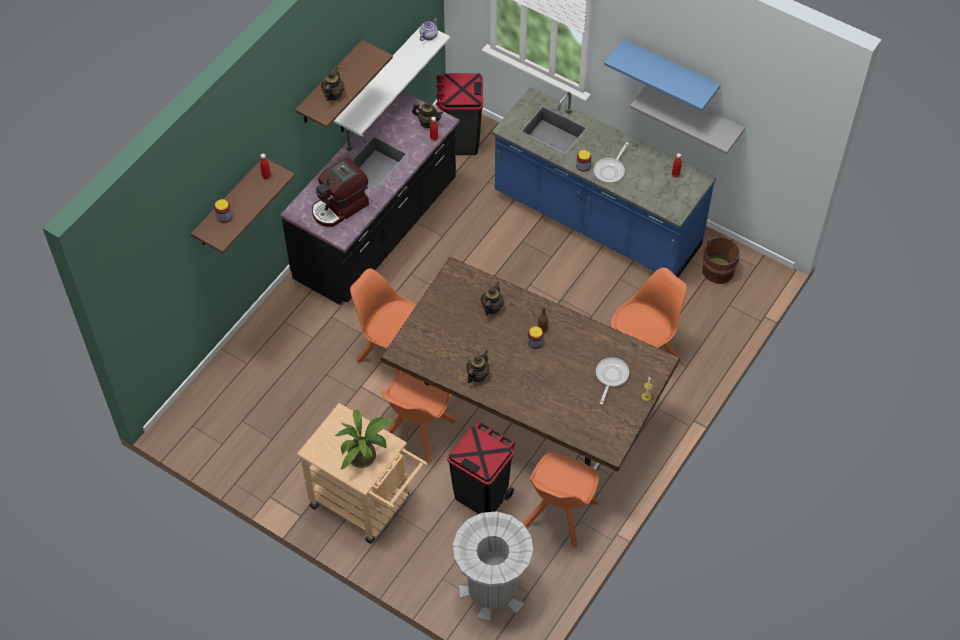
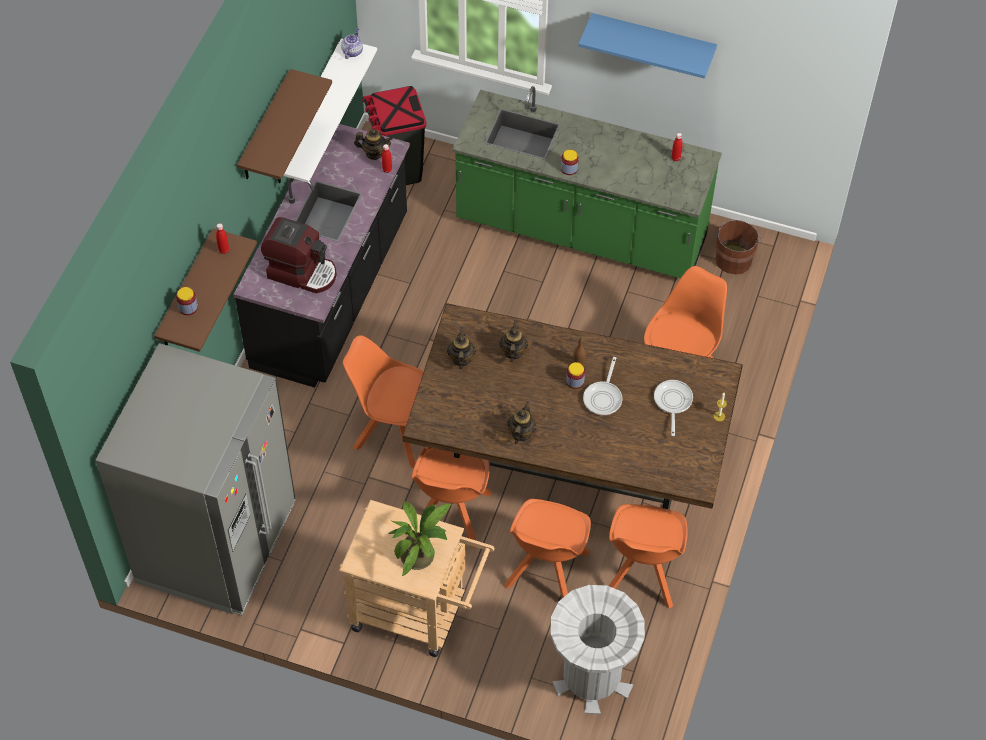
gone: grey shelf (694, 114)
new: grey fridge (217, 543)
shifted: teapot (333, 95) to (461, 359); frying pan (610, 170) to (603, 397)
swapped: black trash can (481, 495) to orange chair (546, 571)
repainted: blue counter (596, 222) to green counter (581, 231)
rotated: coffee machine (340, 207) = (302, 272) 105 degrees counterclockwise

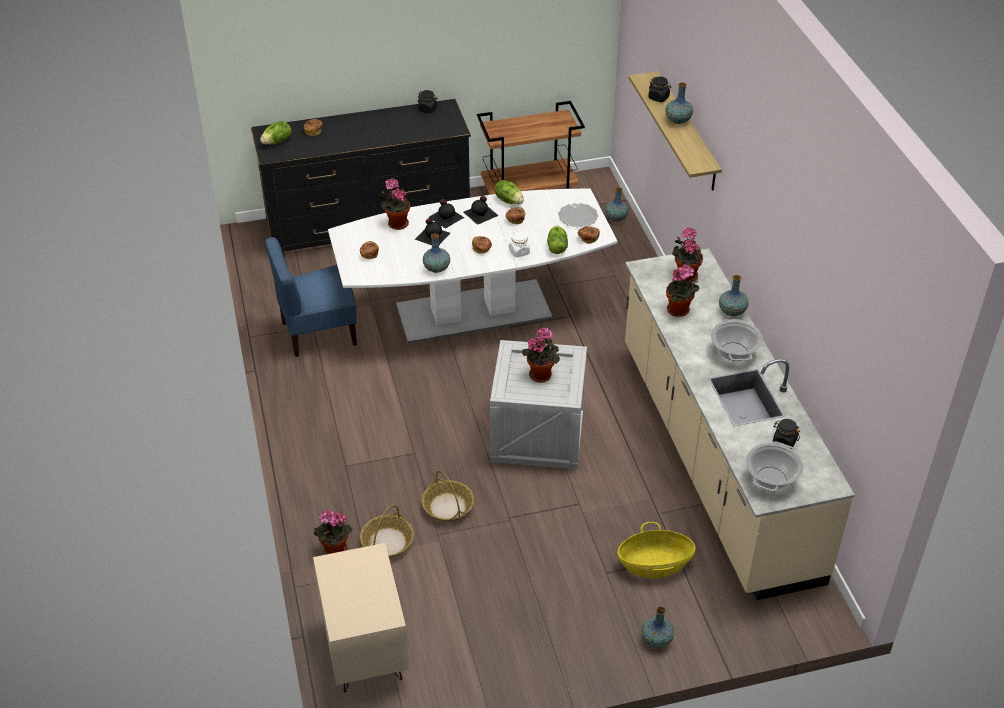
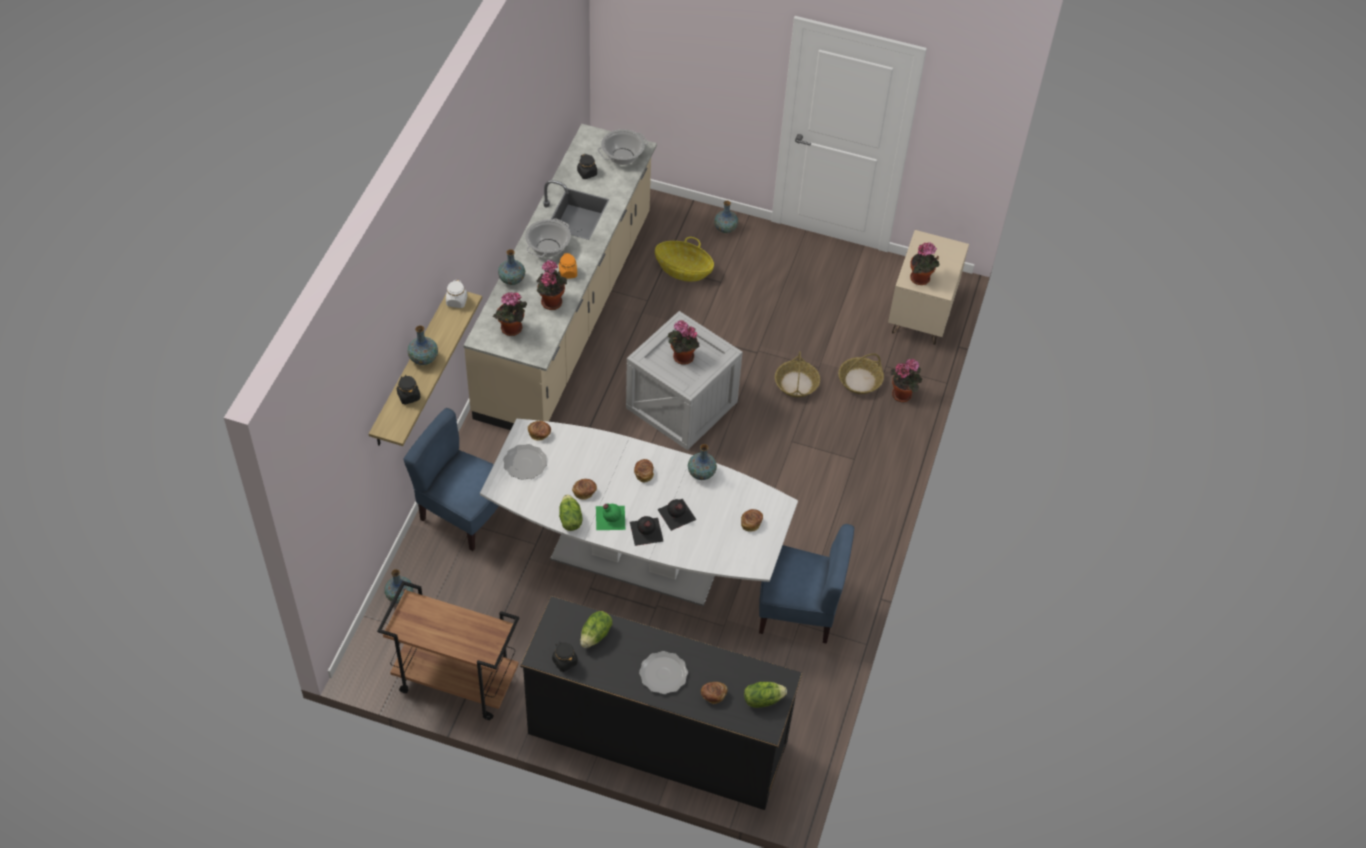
new: orange jar (568, 273); blue chair (463, 513); plate (663, 674)
shifted: potted plant (396, 223) to (921, 279); lettuce (556, 247) to (596, 635); white jar (519, 252) to (456, 301)
repainted: black bottle (481, 213) to green bottle (610, 517)

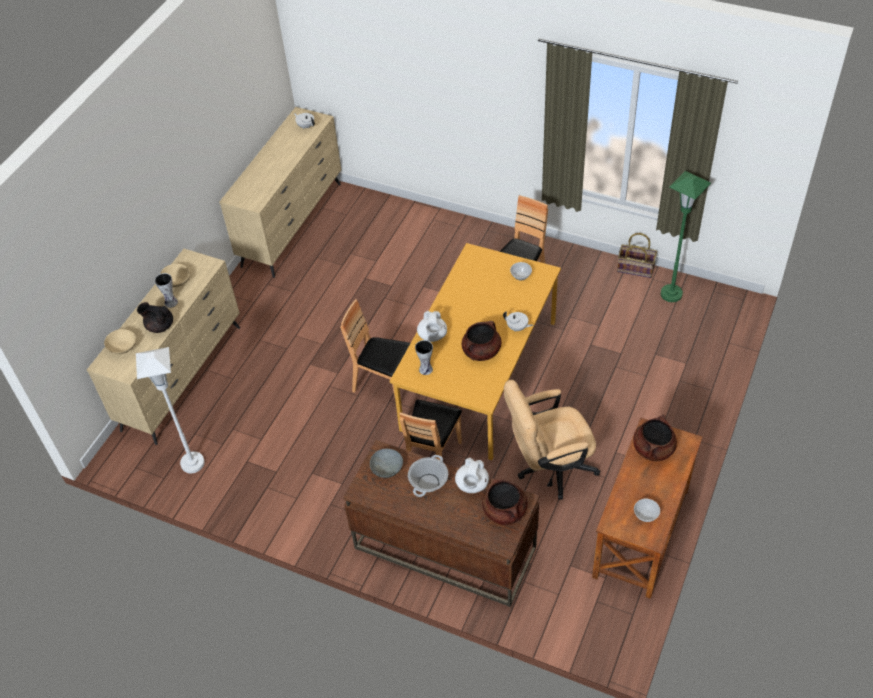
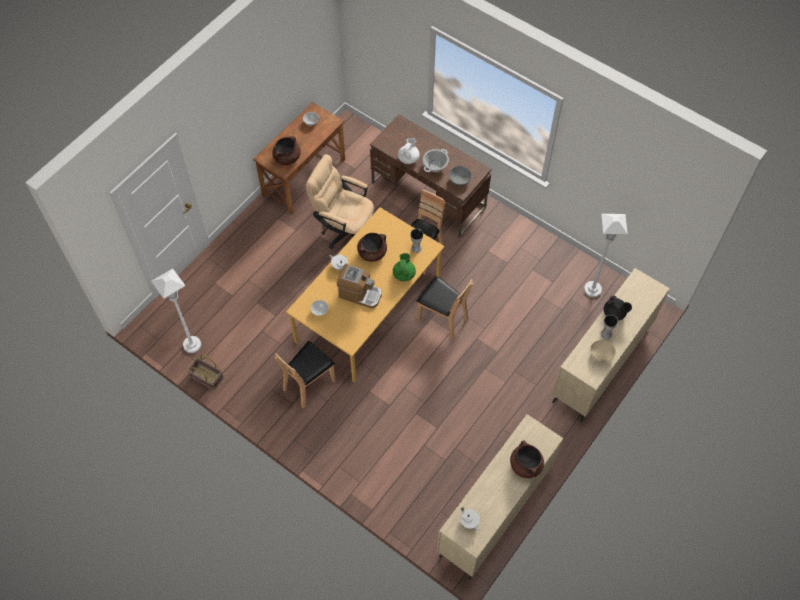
gone: beige bowl (122, 348)
new: coffee machine (360, 294)
shifted: brown cooking pot (505, 511) to (525, 465)
repainted: green floor lamp (671, 294) to white floor lamp (192, 345); white teapot (432, 336) to green teapot (404, 274)
rotated: beige office chair (549, 468) = (344, 229) 150 degrees counterclockwise

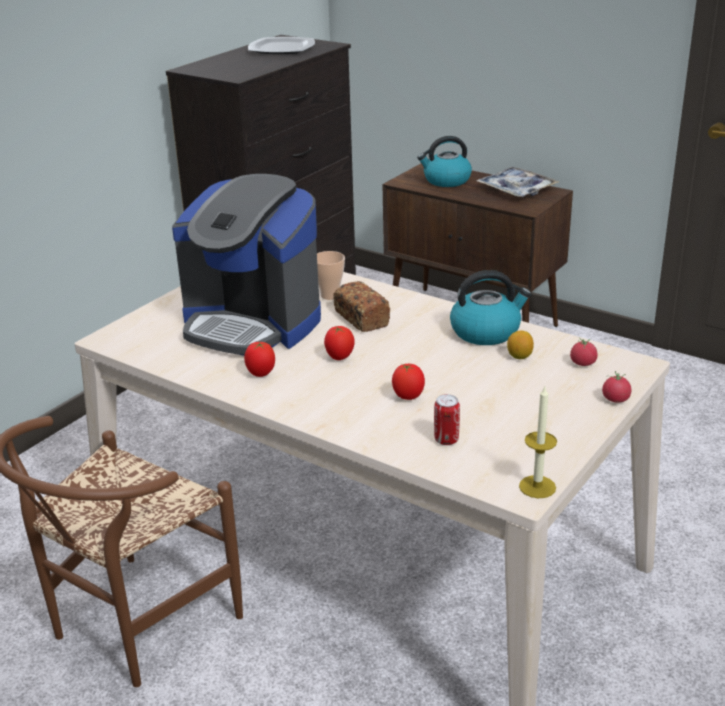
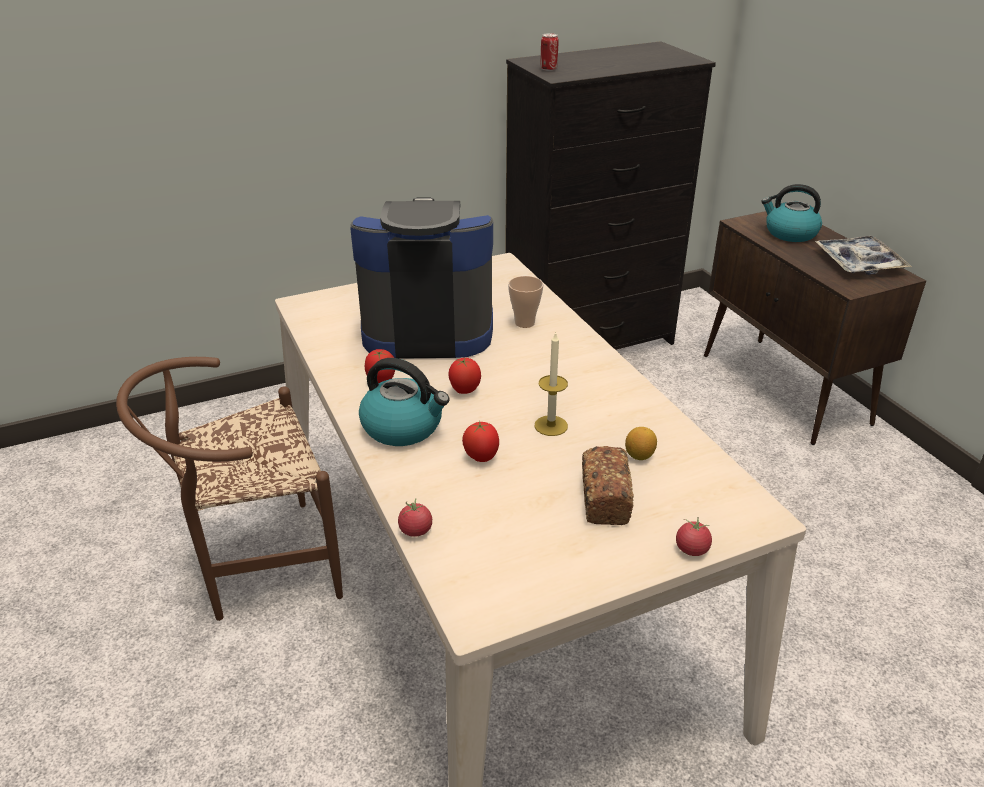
gone: plate (282, 49)
shifted: kettle (486, 332) to (403, 427); bread (361, 318) to (604, 498); tomato (583, 363) to (415, 530); candle (537, 487) to (551, 425); can (446, 440) to (548, 69)
rotated: coffee machine (252, 324) = (427, 329) 120 degrees clockwise

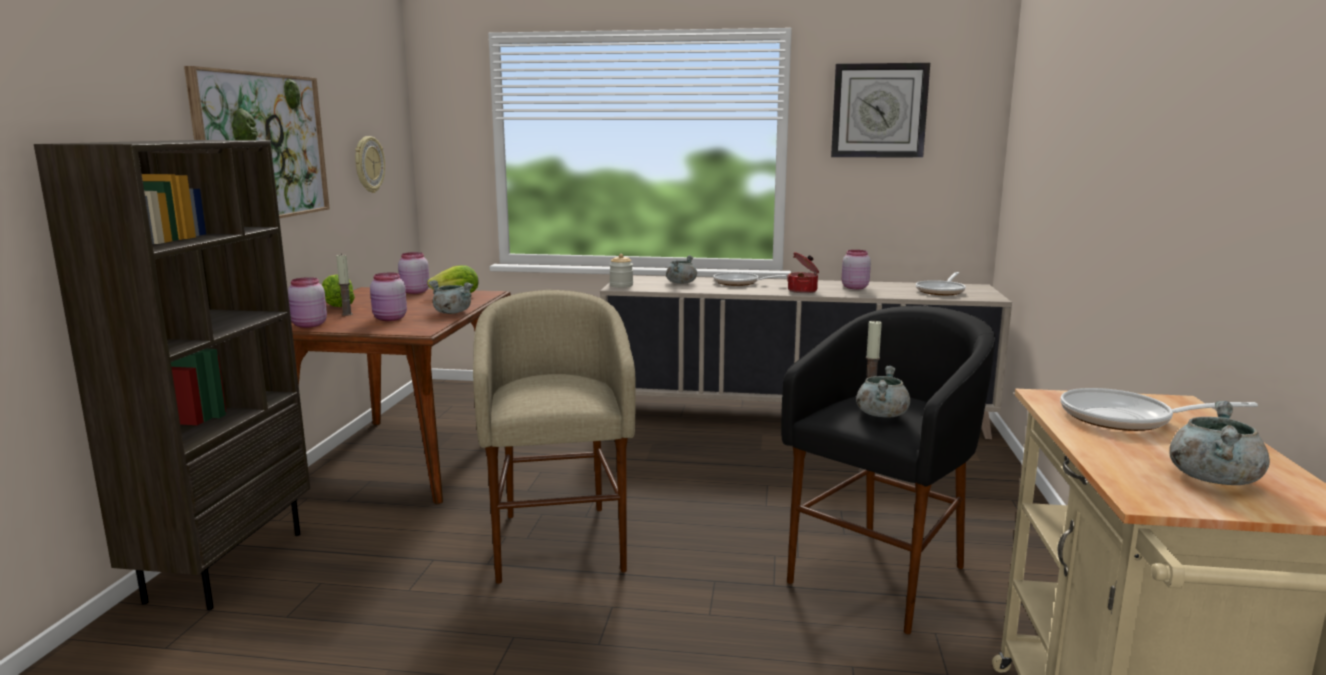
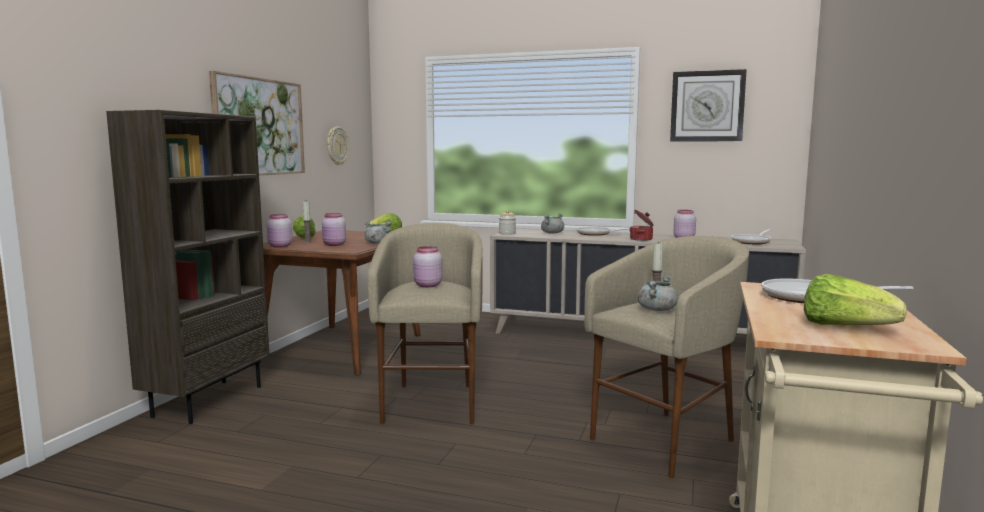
shifted: pink jar (414, 292) to (427, 285)
swapped: grey cooking pot (1212, 478) to lettuce (845, 327)
repainted: black stool (882, 576) to beige stool (665, 441)

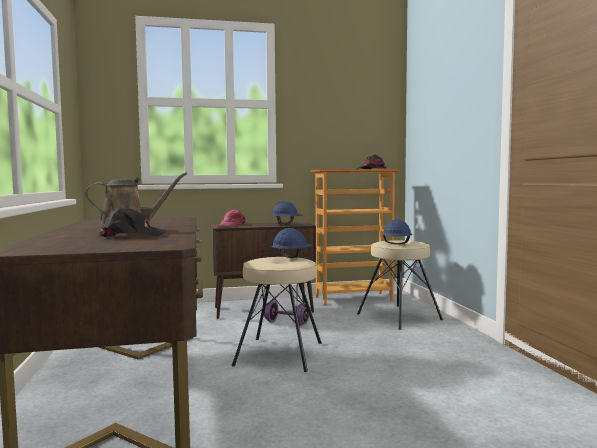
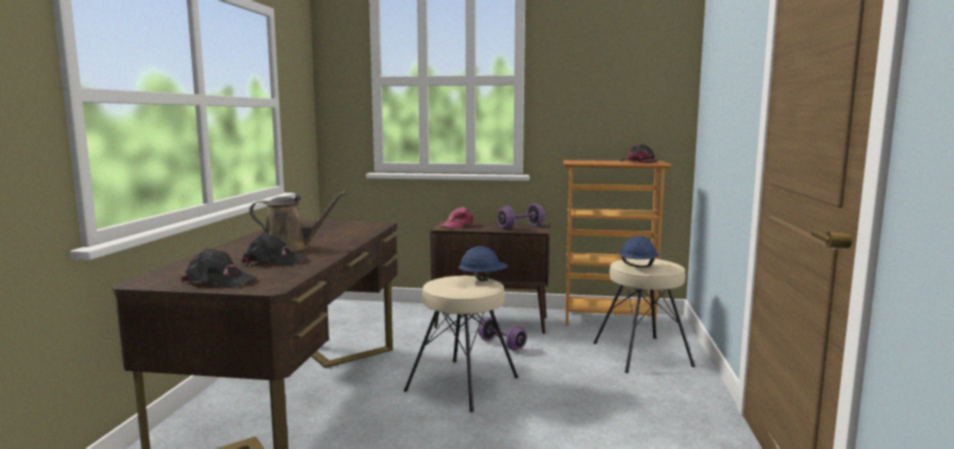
new: black cap (219, 281)
swapped: blue hard hat (286, 224) to purple dumbbell (520, 227)

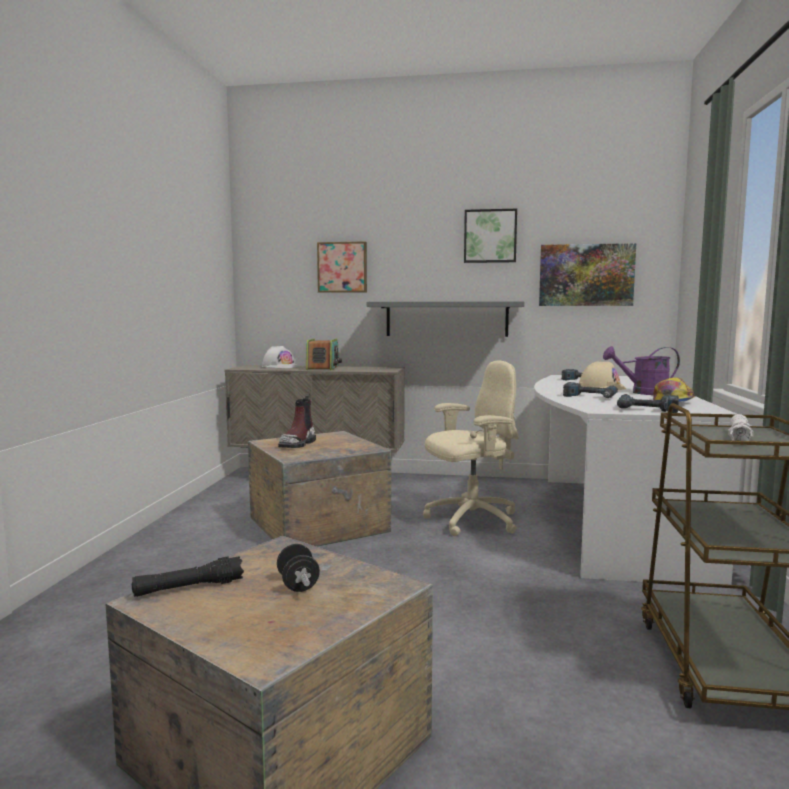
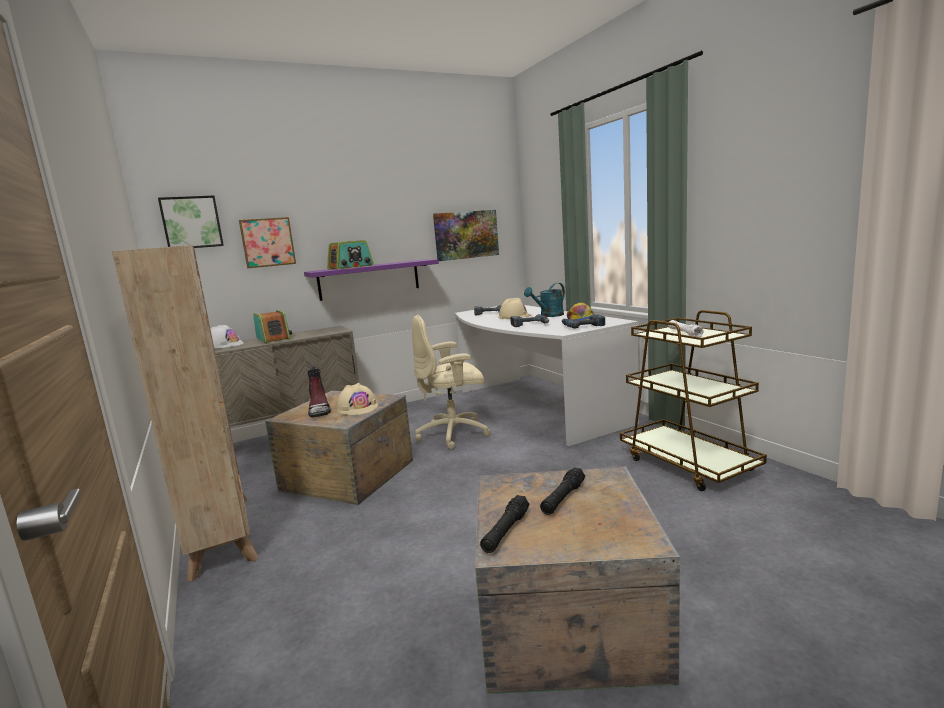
new: radio (351, 267); beige bookcase (221, 534); beige hard hat (358, 408)
shifted: picture (490, 236) to (191, 222)
swapped: black dumbbell (298, 584) to black flashlight (563, 498)
repainted: grey shelf (446, 319) to purple shelf (369, 279); purple watering can (643, 393) to turquoise watering can (548, 315)
rotated: beige office chair (471, 520) = (454, 434) 135 degrees counterclockwise

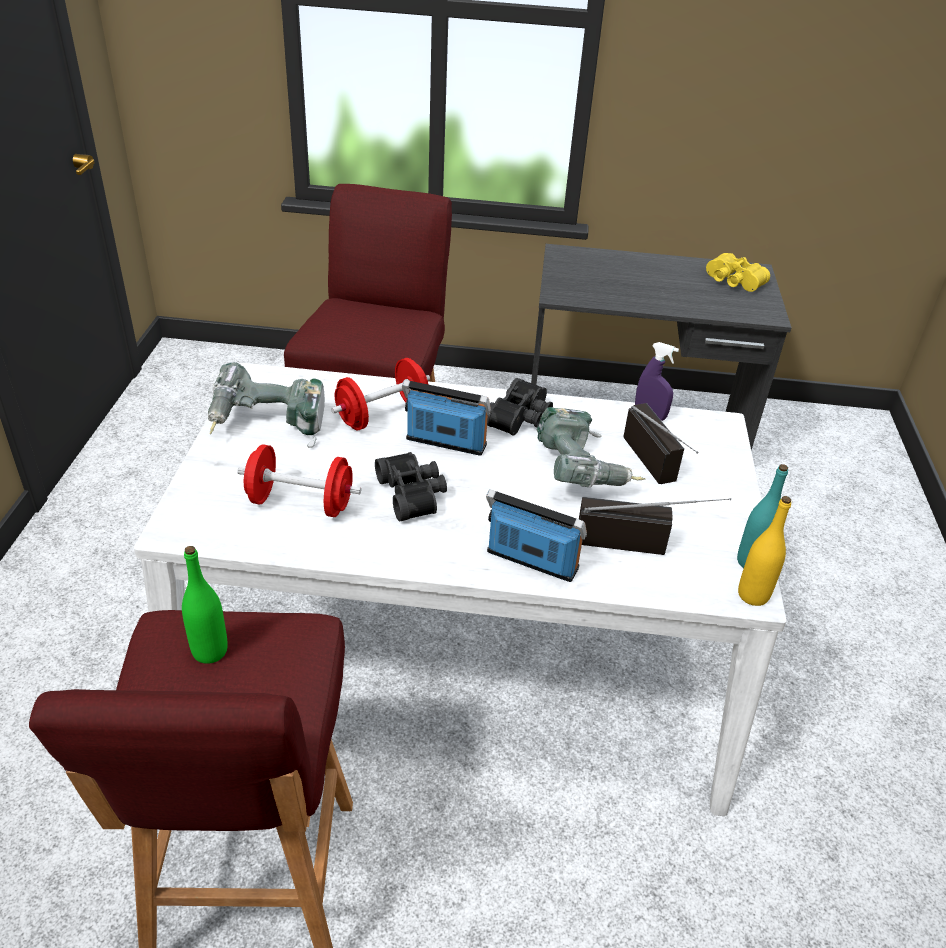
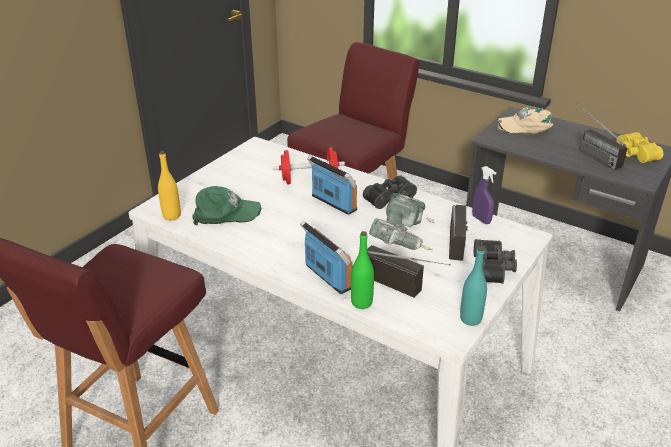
gone: power drill (268, 426)
new: radio (590, 154); beige cap (525, 126)
shifted: black binoculars (413, 494) to (494, 268); yellow bottle (753, 595) to (171, 216); green bottle (210, 651) to (361, 303)
swapped: red dumbbell (301, 503) to green cap (226, 213)

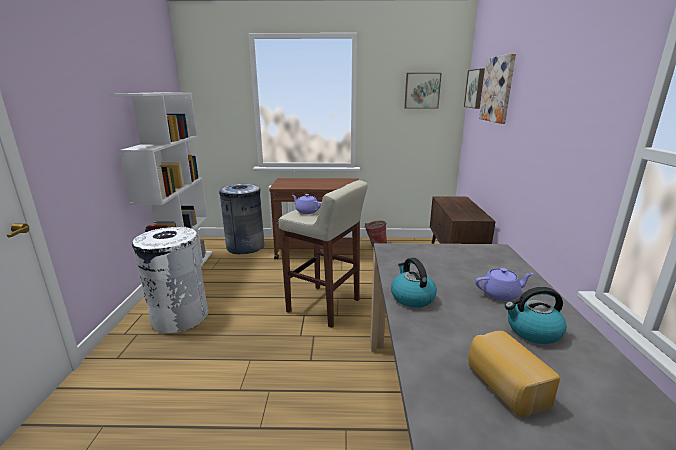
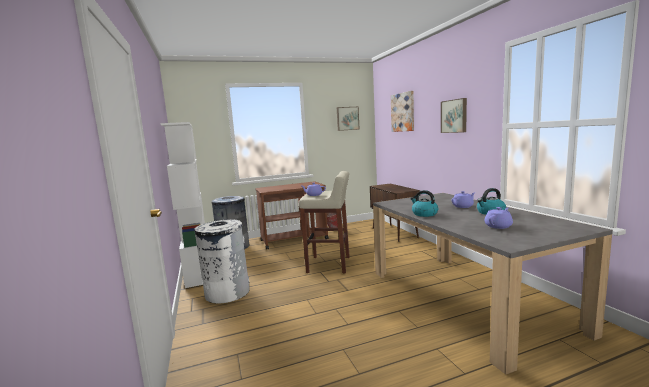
shifted: picture (475, 88) to (454, 116)
swapped: bread (504, 386) to purple teapot (498, 226)

